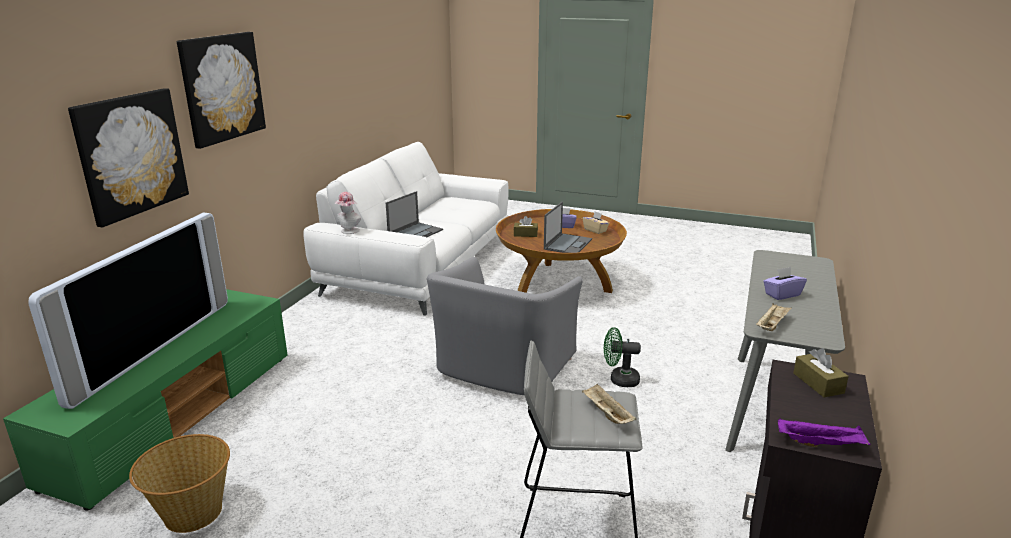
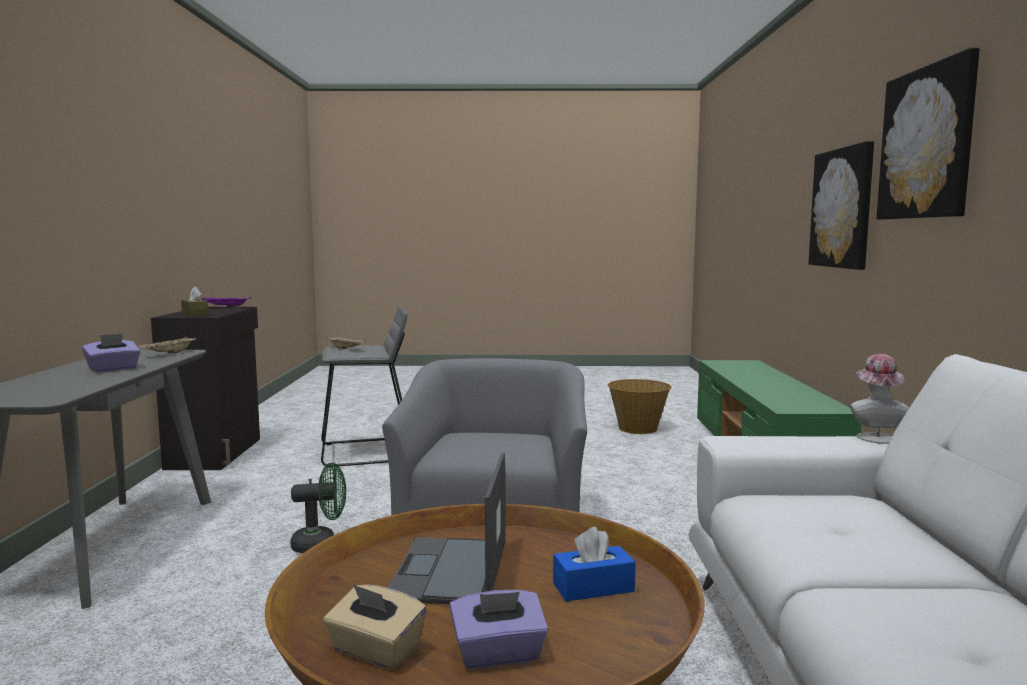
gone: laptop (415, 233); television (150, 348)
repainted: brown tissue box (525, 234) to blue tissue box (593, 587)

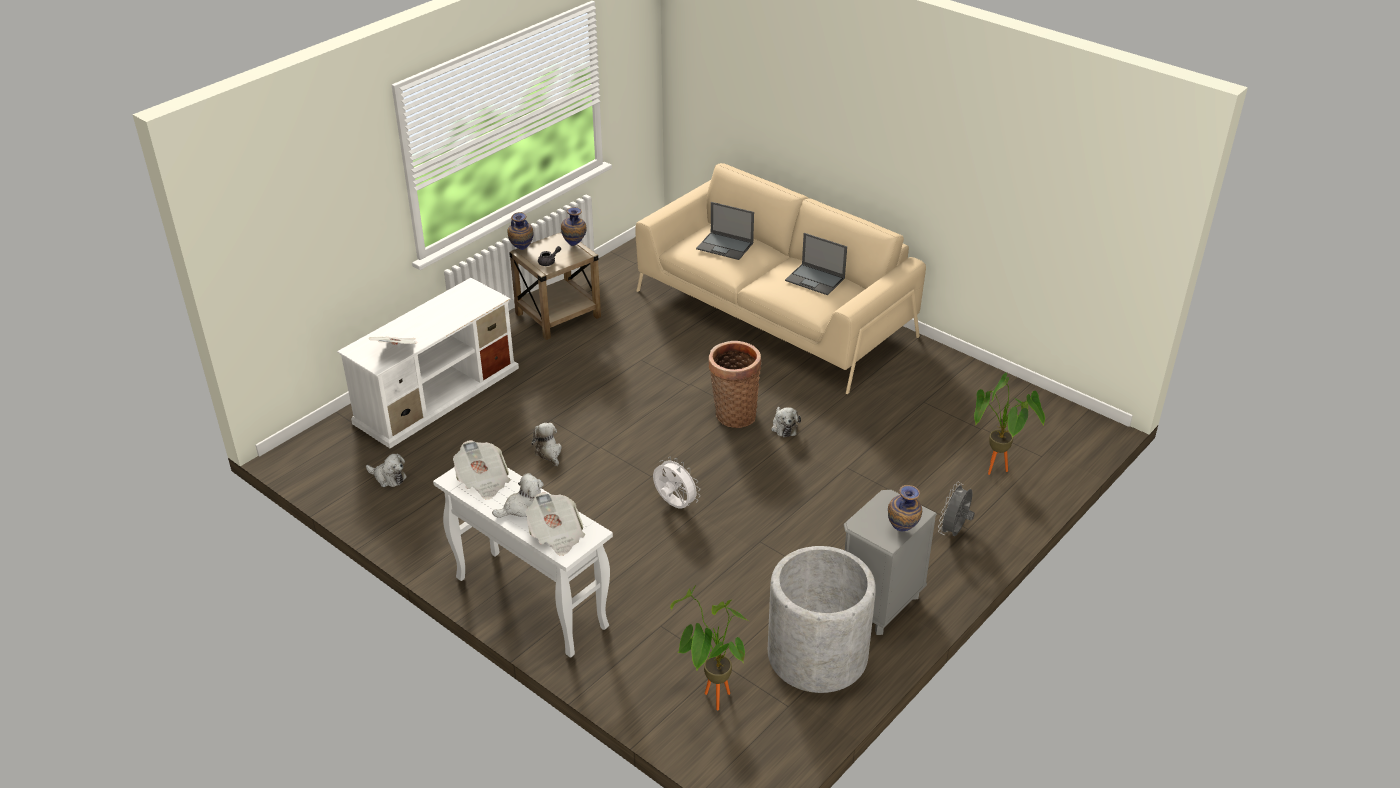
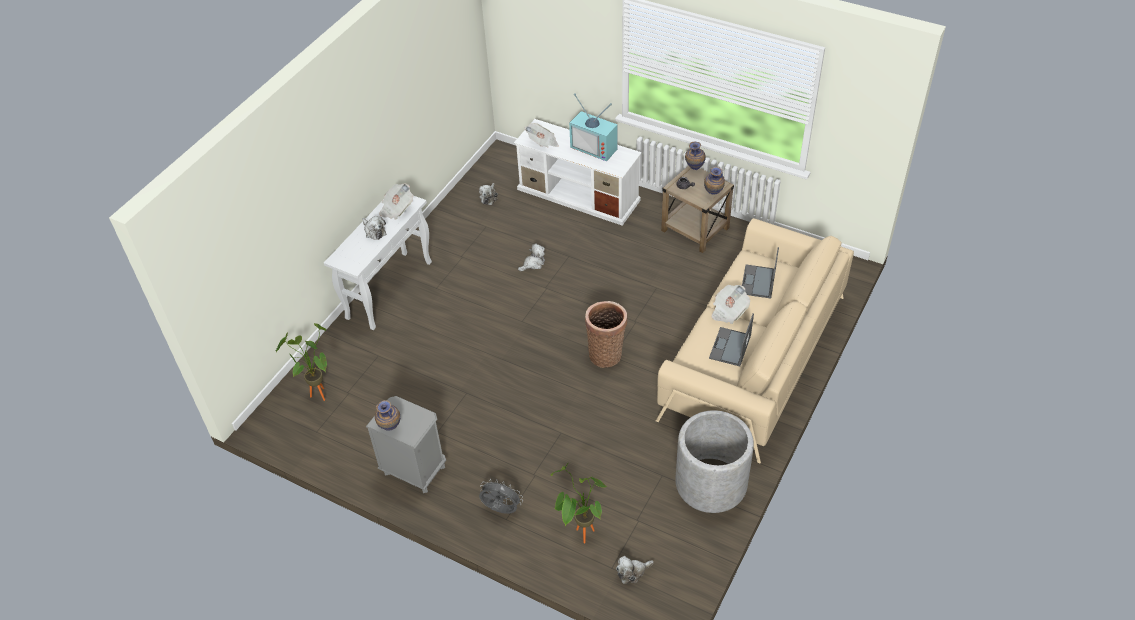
gone: white fan (674, 505)
new: television (595, 147)
shifted: plush toy (784, 427) to (632, 572); newspaper (556, 535) to (728, 311); grey planter (817, 655) to (711, 483)

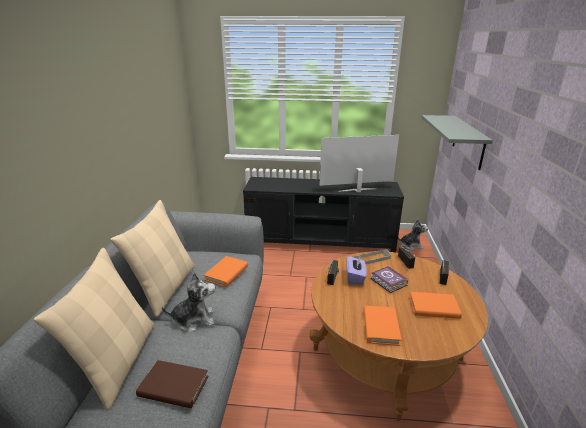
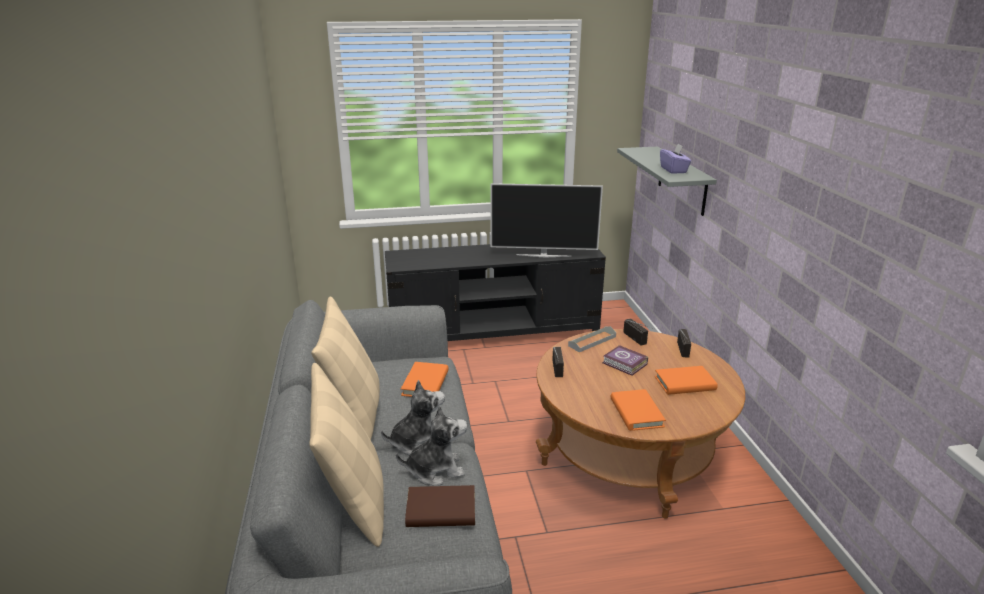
shifted: plush toy (411, 245) to (435, 470); purple tissue box (355, 277) to (674, 170)
rotated: television (357, 190) = (543, 255) 150 degrees counterclockwise

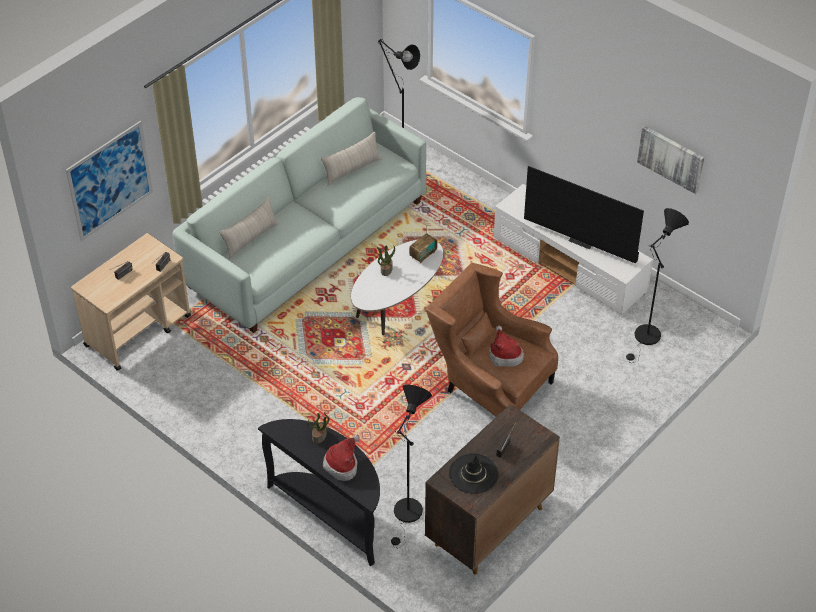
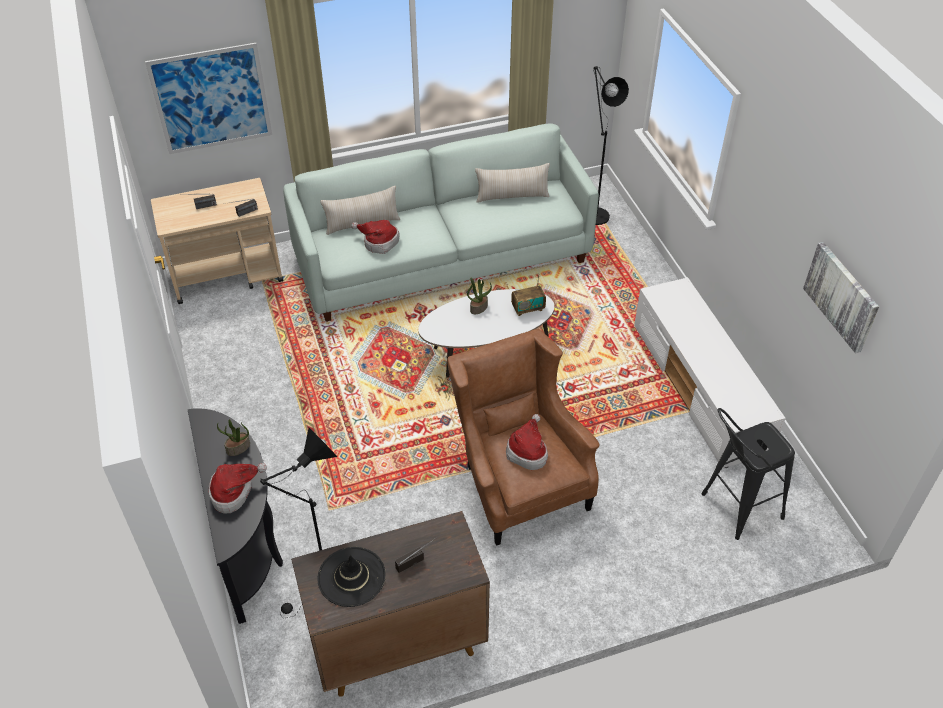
gone: television (582, 240)
new: hat (378, 242)
swapped: black floor lamp (645, 339) to black stool (734, 509)

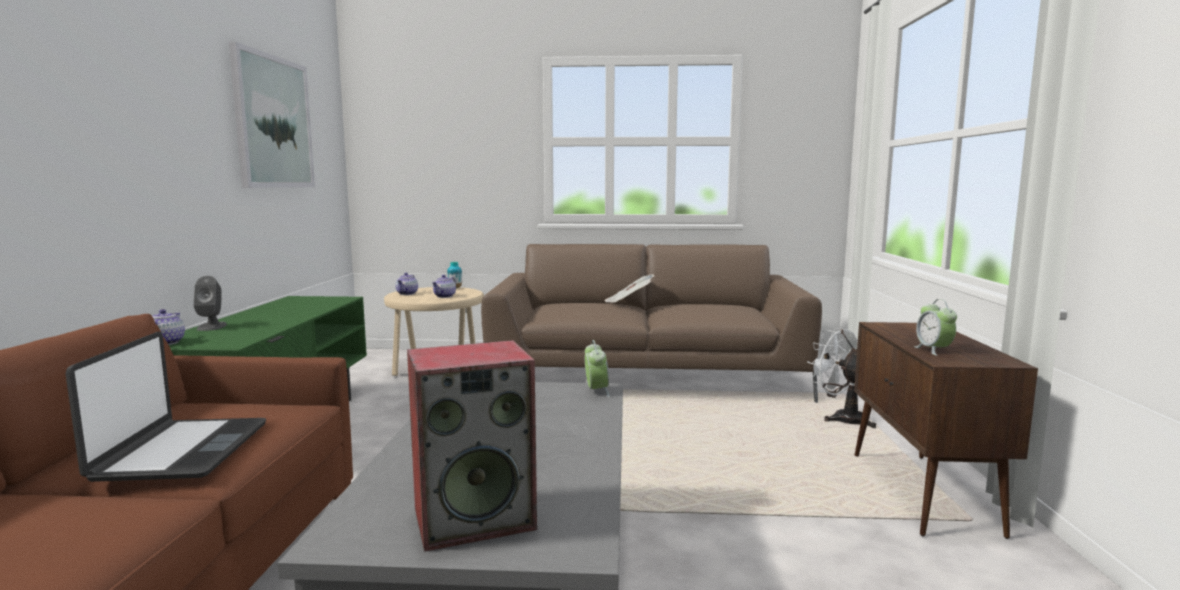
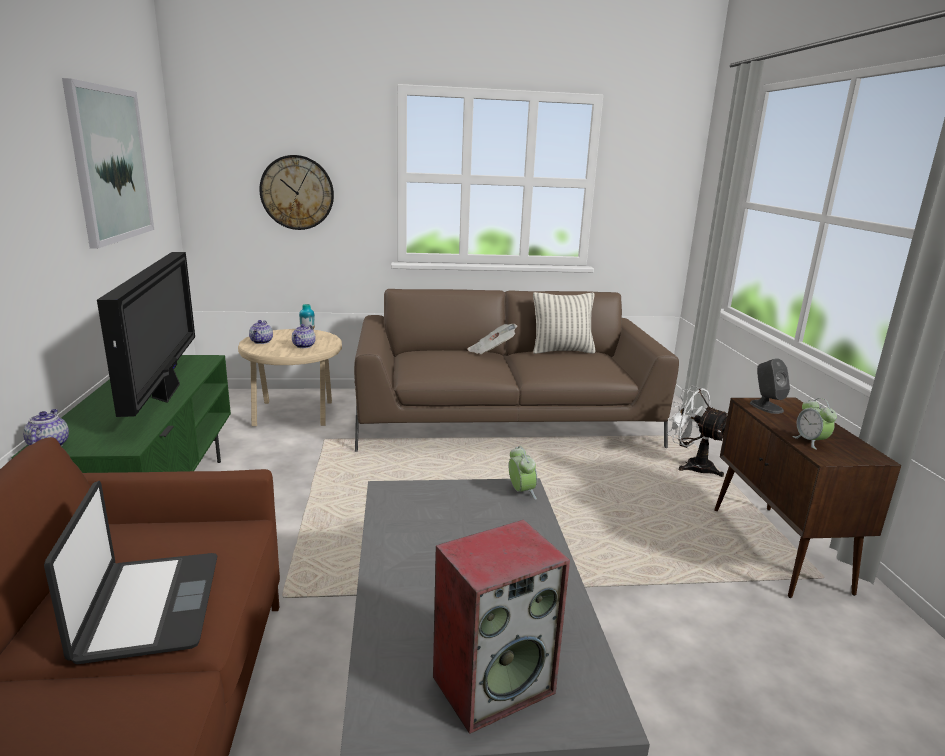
new: wall clock (297, 192); television (167, 391); pillow (562, 351)
shifted: grey speaker (212, 326) to (766, 406)

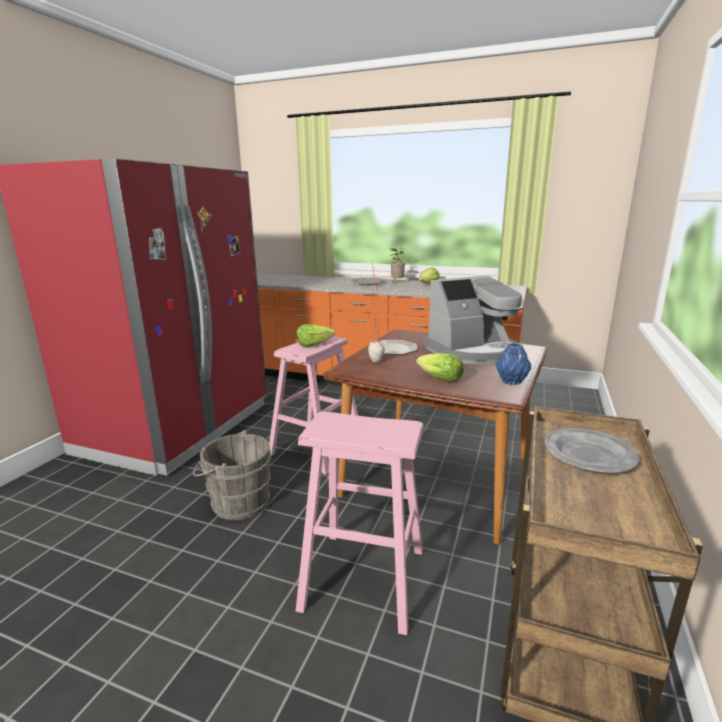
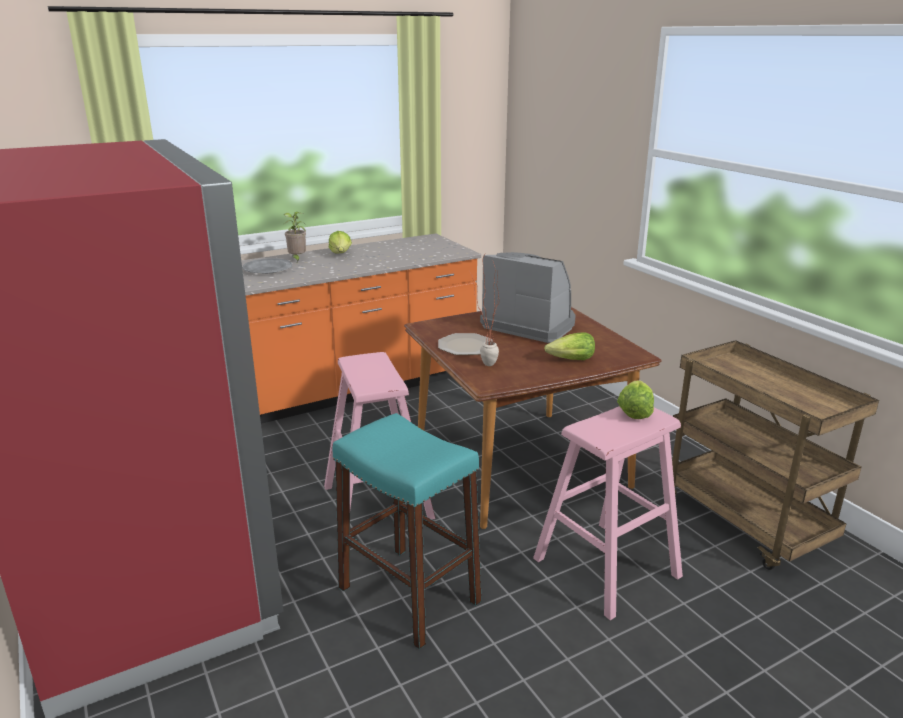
gone: blue vase (511, 382); grey plate (589, 454)
shifted: lettuce (314, 344) to (634, 411)
swapped: grey bucket (237, 502) to turquoise stool (409, 595)
rotated: coffee machine (473, 352) = (530, 324) 75 degrees counterclockwise

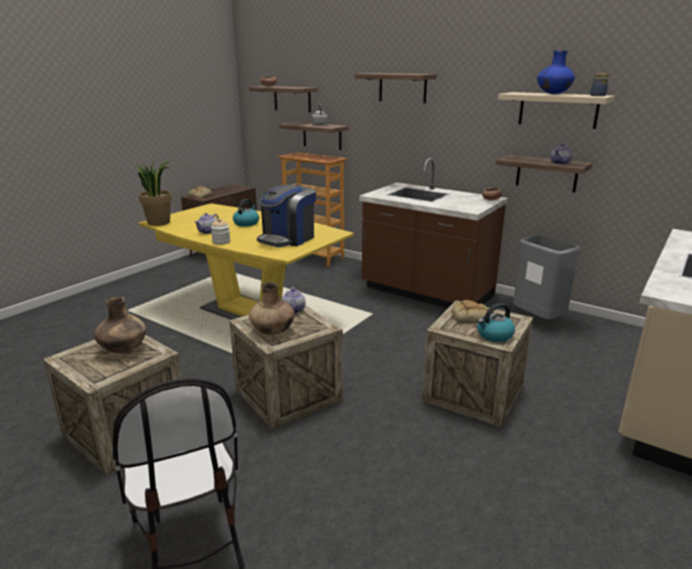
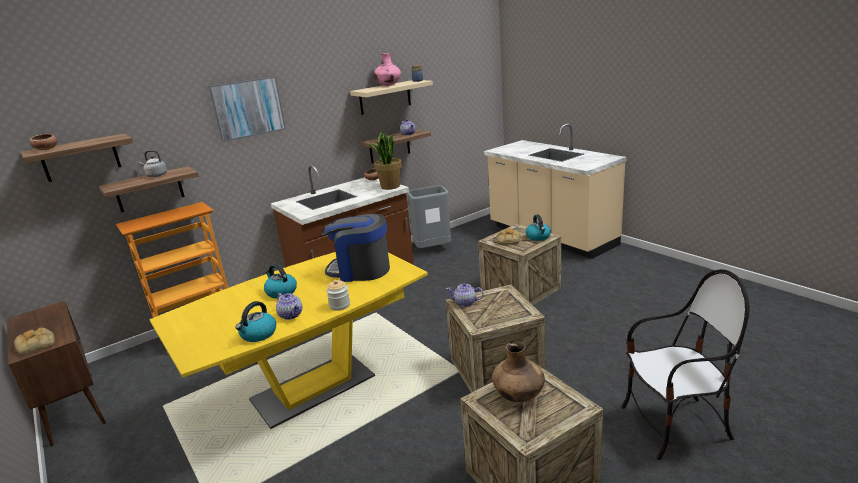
gone: brown vase (272, 331)
new: kettle (258, 334)
shifted: potted plant (159, 222) to (390, 186)
swapped: shelf (402, 88) to picture (248, 108)
repainted: blue vase (553, 94) to pink vase (388, 85)
rotated: coffee machine (288, 238) = (360, 270) 135 degrees clockwise

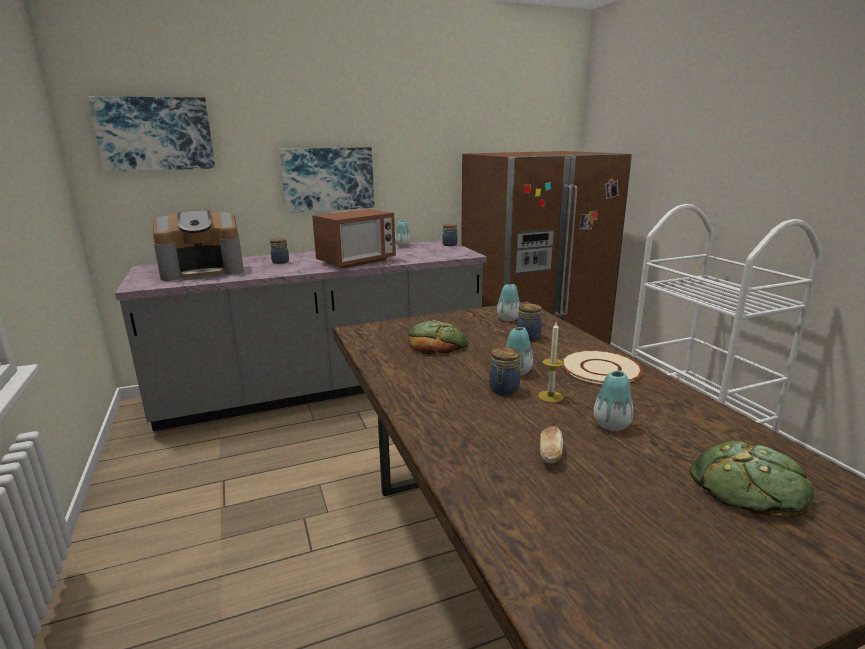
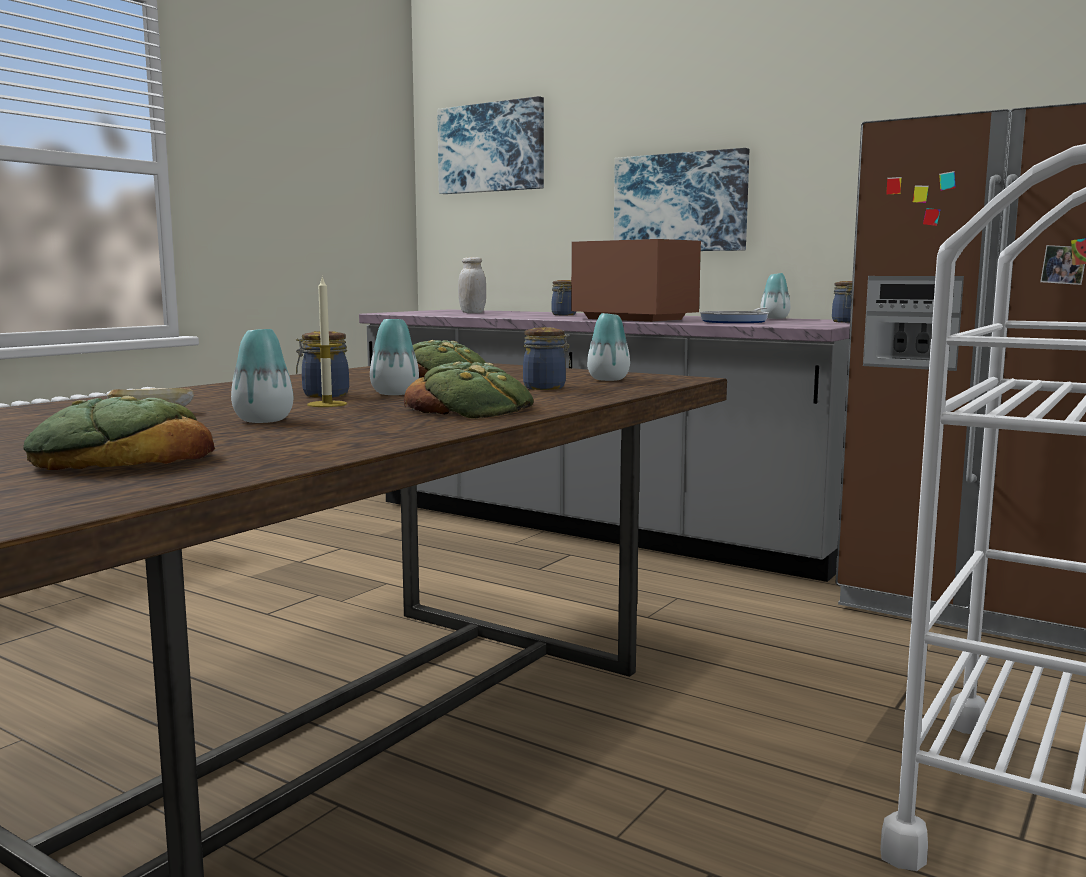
new: frying pan (736, 321)
swapped: coffee machine (204, 271) to white jar (472, 313); beige plate (599, 368) to bread (471, 408)
rotated: microwave (356, 261) = (634, 319) 150 degrees counterclockwise

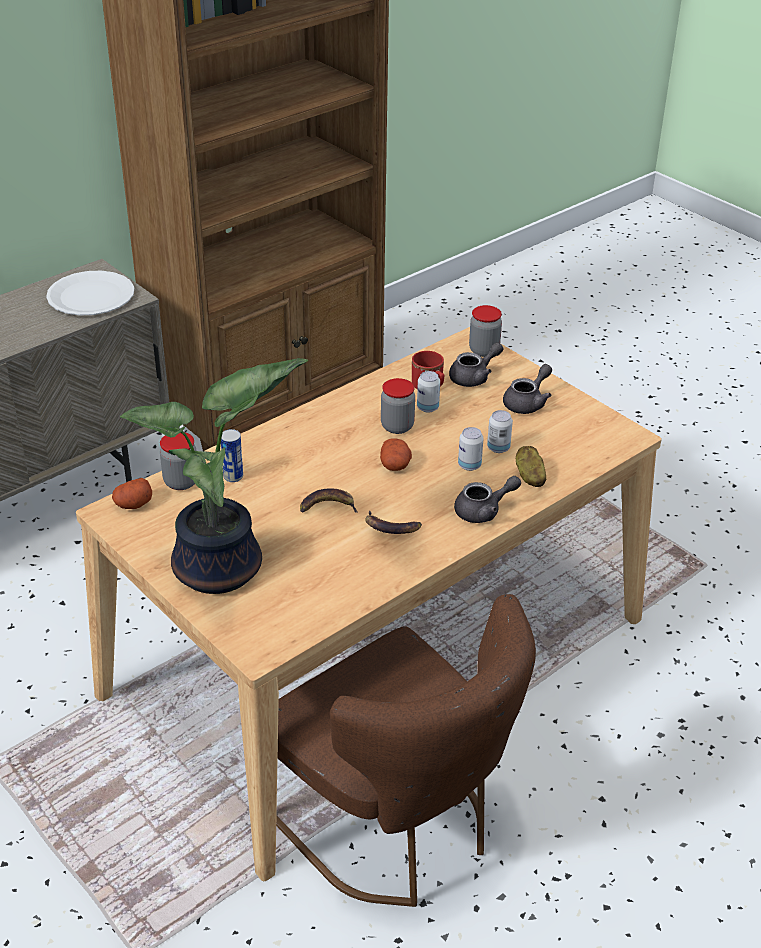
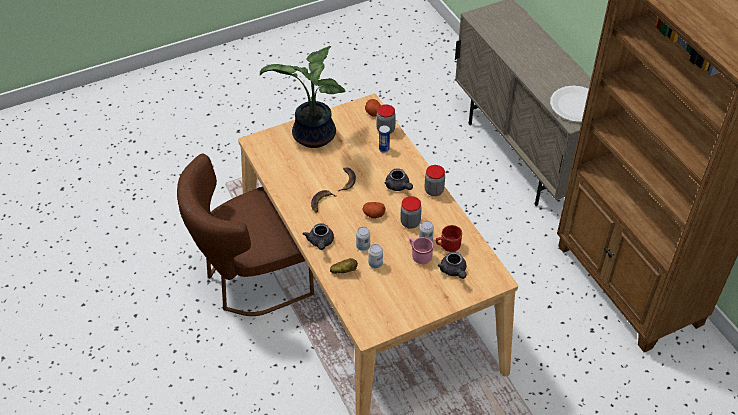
new: pink mug (419, 255)
shifted: jar (484, 350) to (434, 191); grey teapot (527, 403) to (398, 186)

